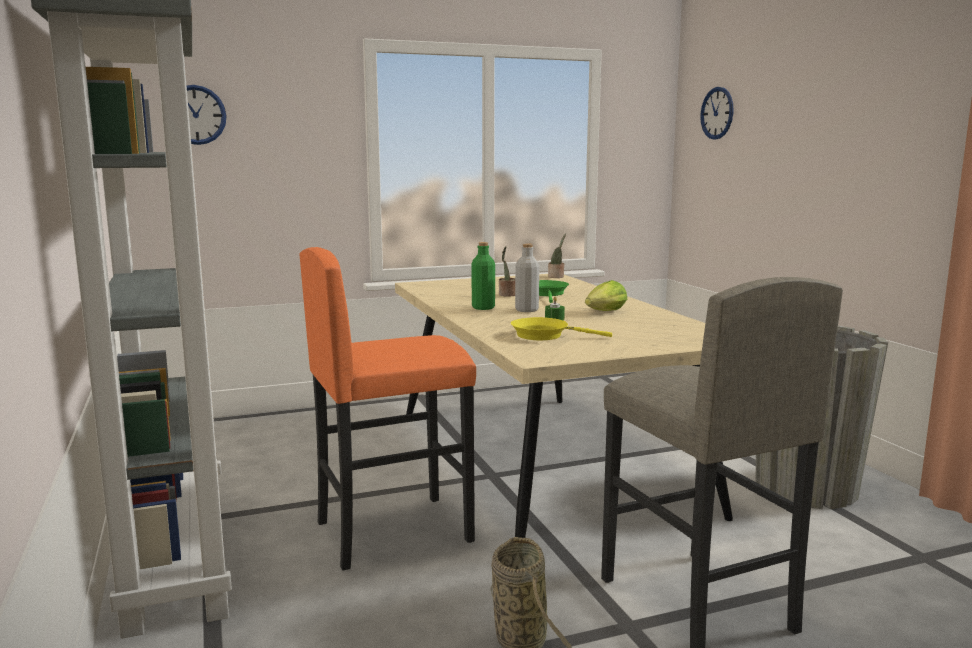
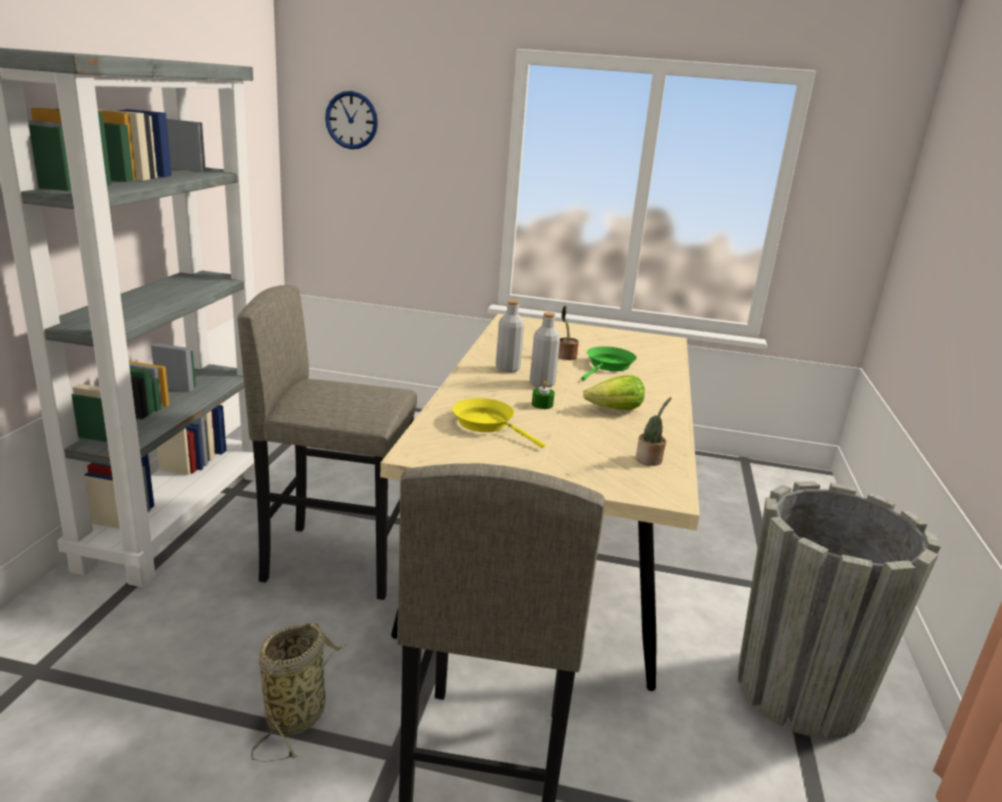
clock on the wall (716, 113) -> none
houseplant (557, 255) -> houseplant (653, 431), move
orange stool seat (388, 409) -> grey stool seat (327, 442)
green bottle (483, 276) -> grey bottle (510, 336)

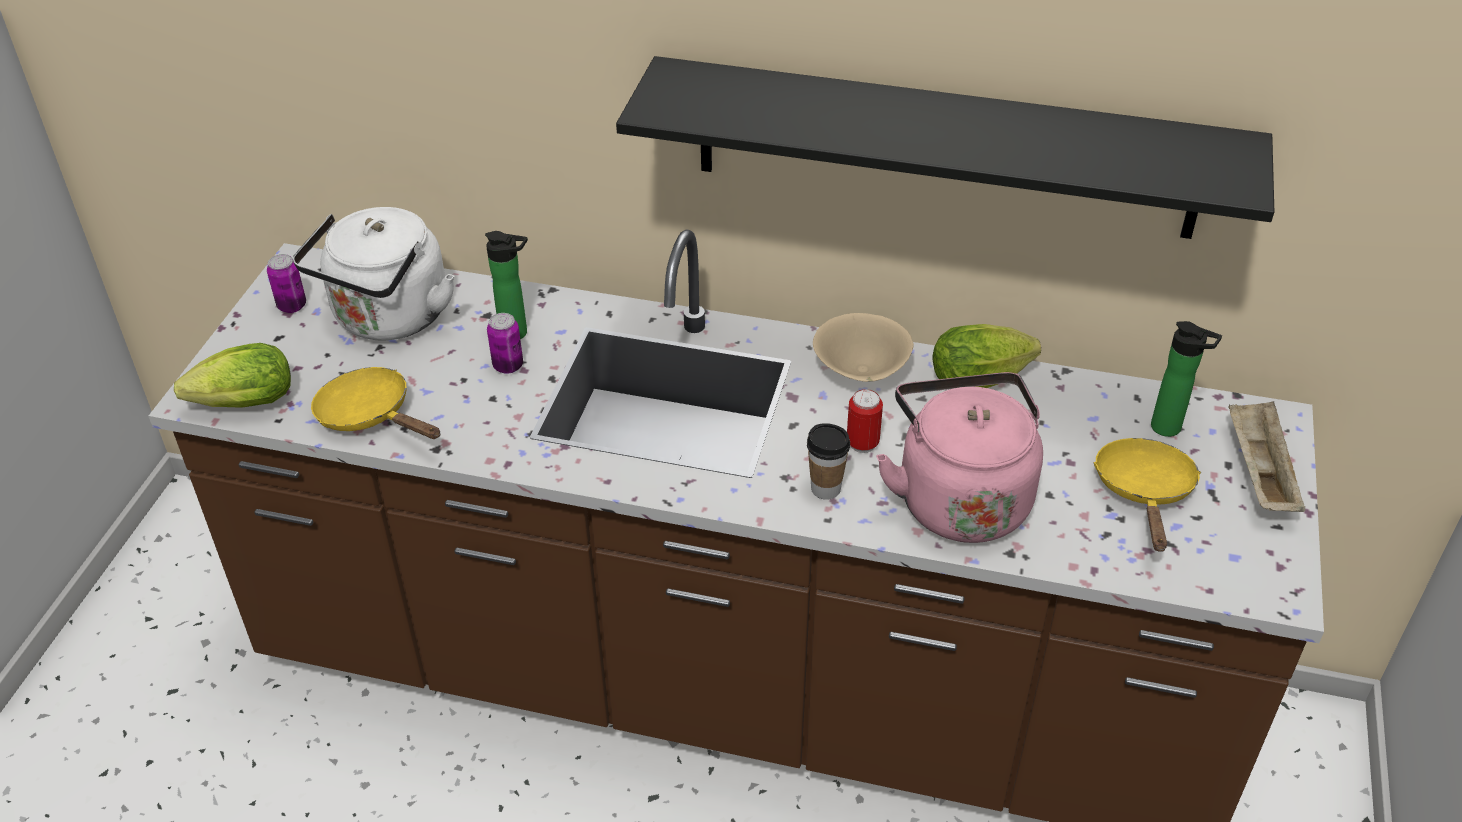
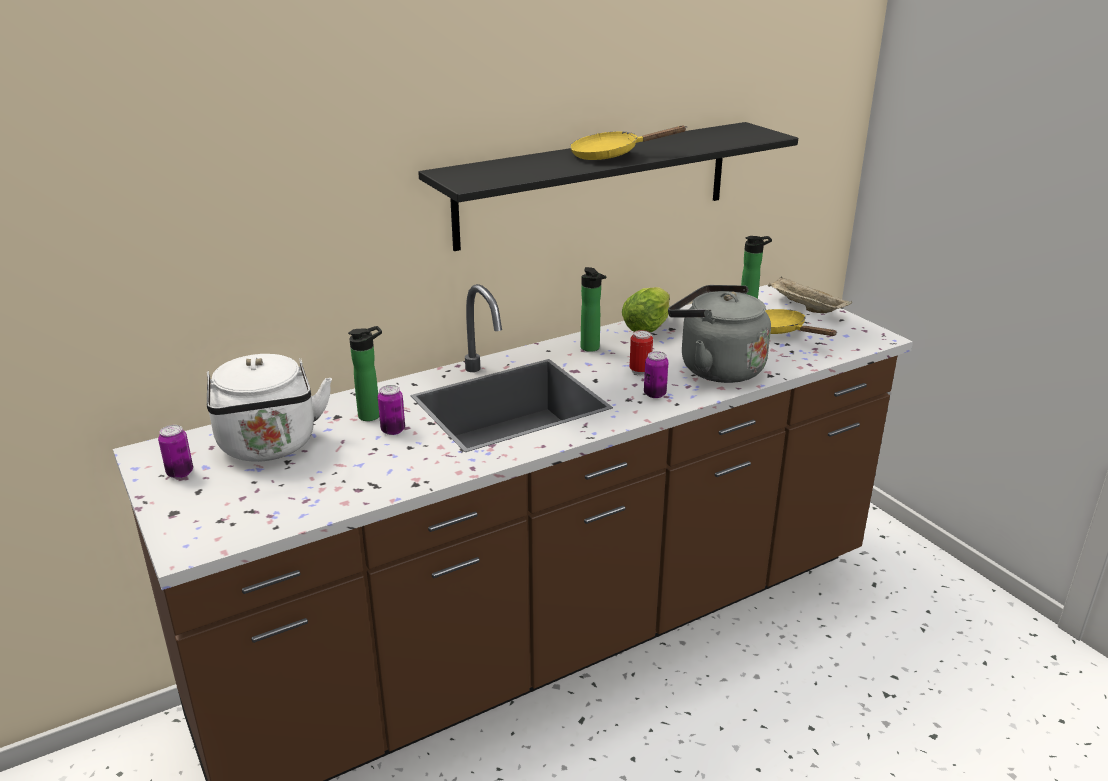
lettuce head (232, 375) -> none
yellow-coloured frying pan (376, 403) -> yellow-coloured frying pan (628, 143), move
small cup (828, 461) -> can (656, 374)
beige-coloured bowl (863, 347) -> bottle (593, 309)
pink water kettle (959, 457) -> grey water kettle (719, 334)

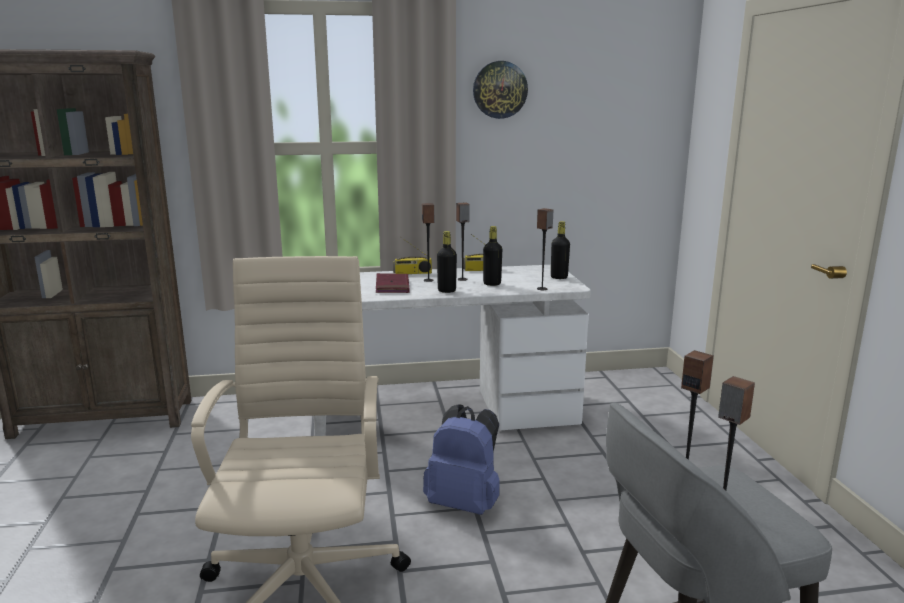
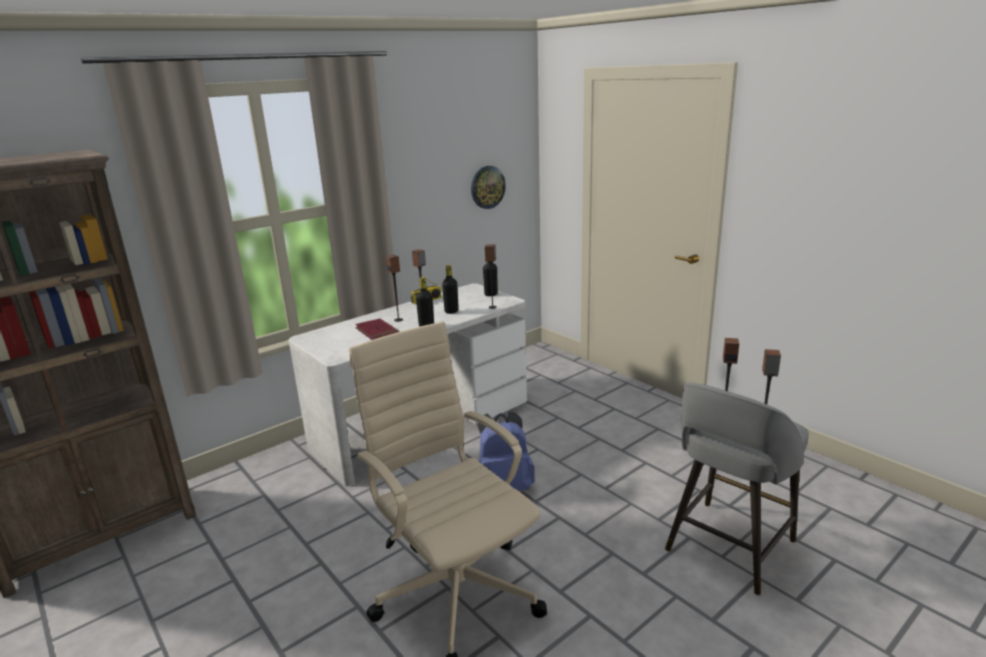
radio set (412, 255) -> none
clock on the wall (500, 90) -> clock on the wall (488, 187), move

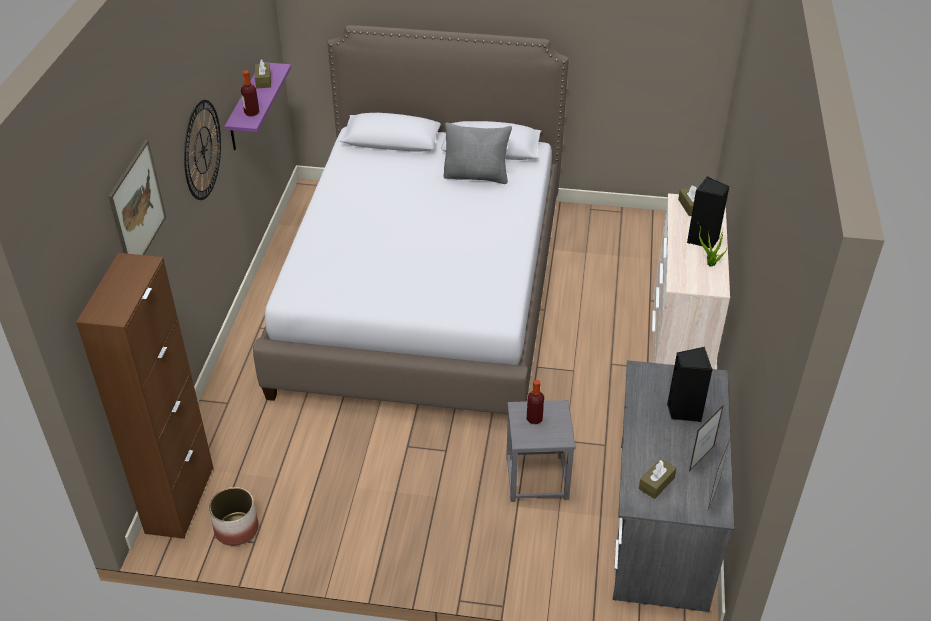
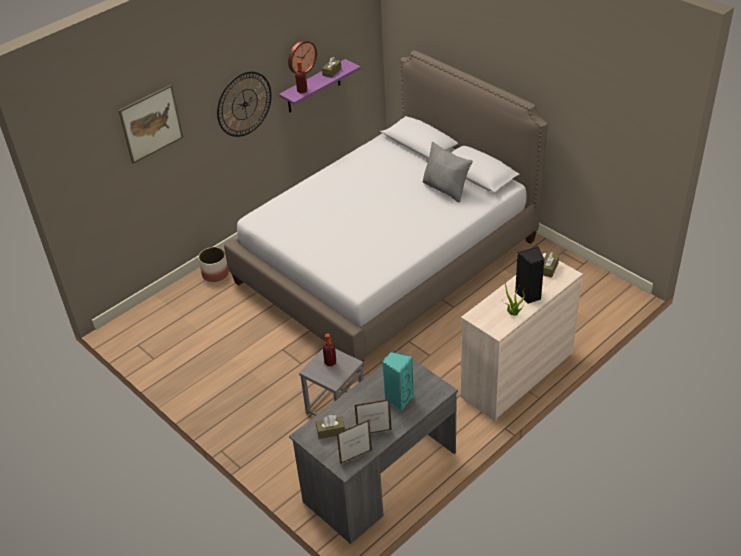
brown-coloured cupboard (144, 396) -> none
none -> clock on the wall (302, 57)
flower pot (233, 516) -> flower pot (213, 264), move
black-coloured speaker (689, 384) -> turquoise-coloured speaker (398, 382)

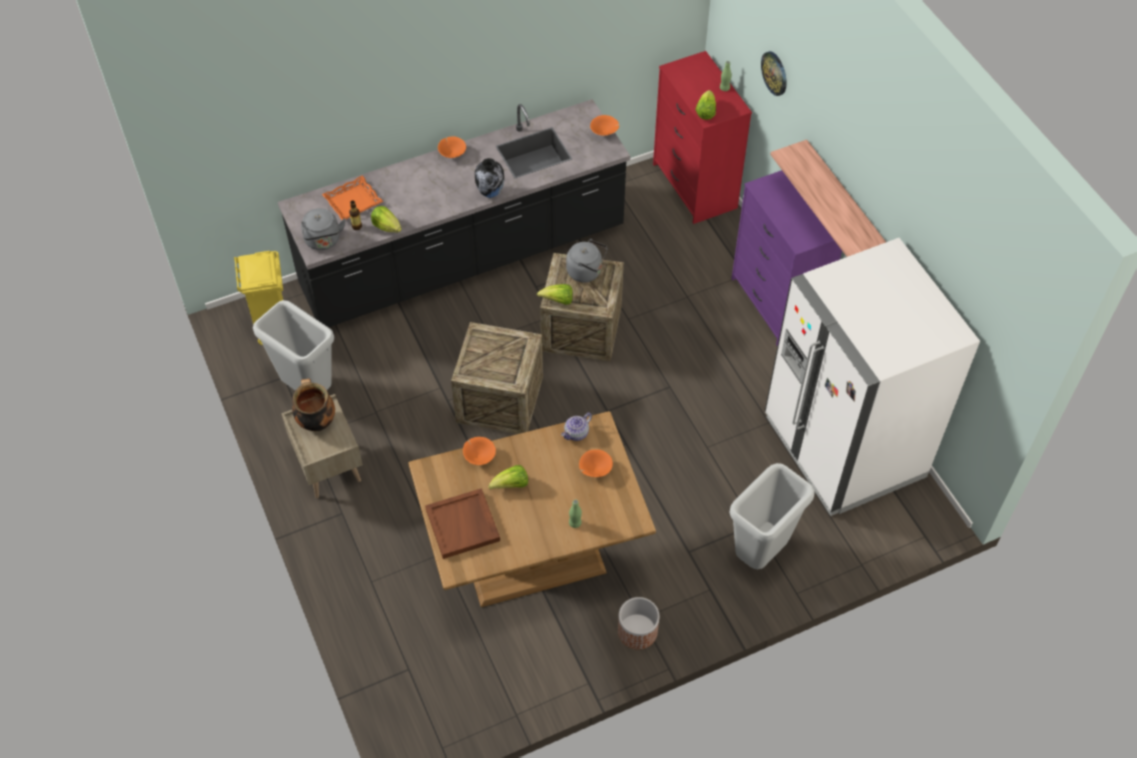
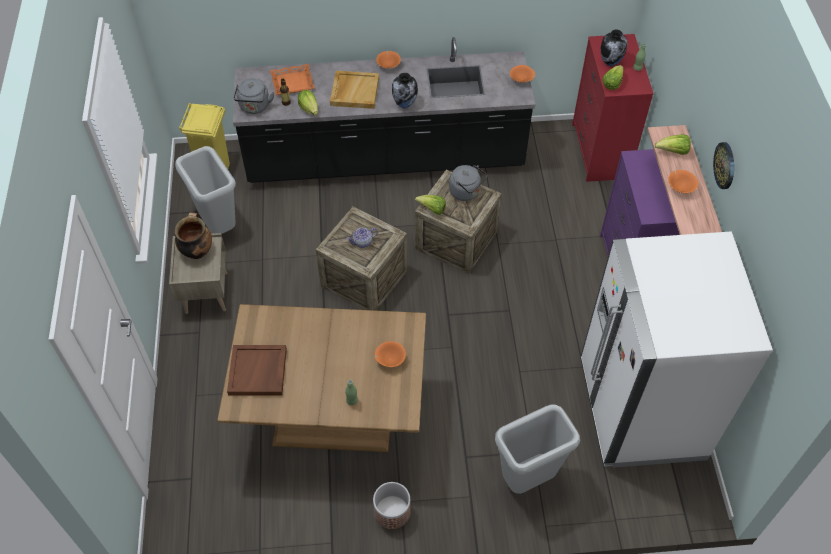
none -> beige-coloured serving tray (354, 90)
none -> vase (614, 48)
orange bowl (479, 451) -> orange bowl (683, 181), move
lettuce head (508, 477) -> lettuce head (673, 144), move
pot for tea (576, 427) -> pot for tea (362, 238), move
clock on the wall (774, 73) -> clock on the wall (723, 165), move

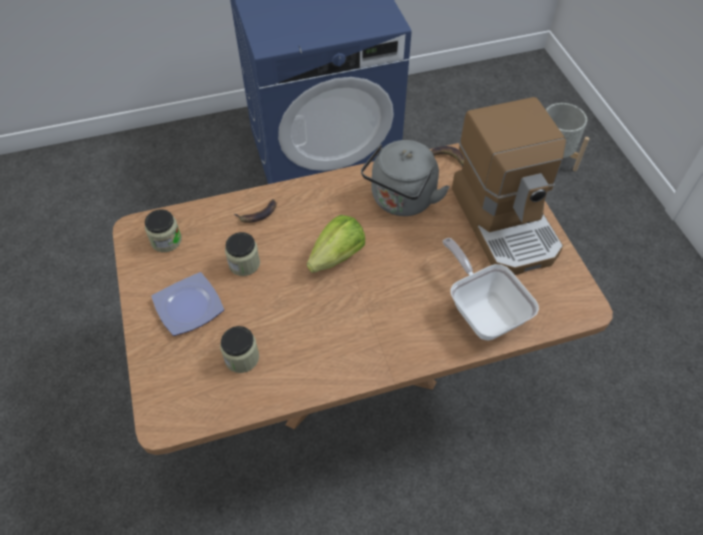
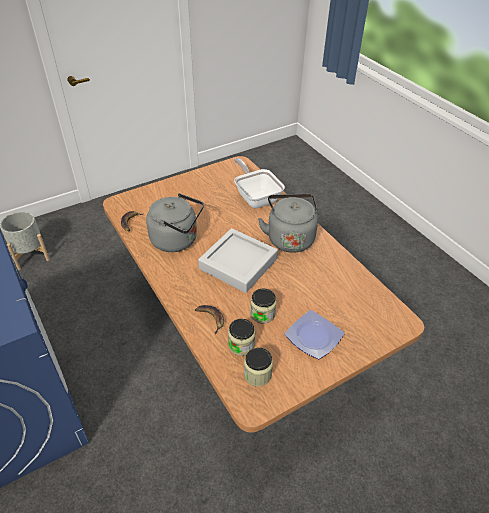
coffee machine (509, 186) -> none
none -> grey water kettle (288, 223)
storage jar (239, 349) -> storage jar (241, 337), move
lettuce head (336, 244) -> grey serving tray (238, 260)
frying pan (491, 289) -> frying pan (259, 183), 105 degrees clockwise

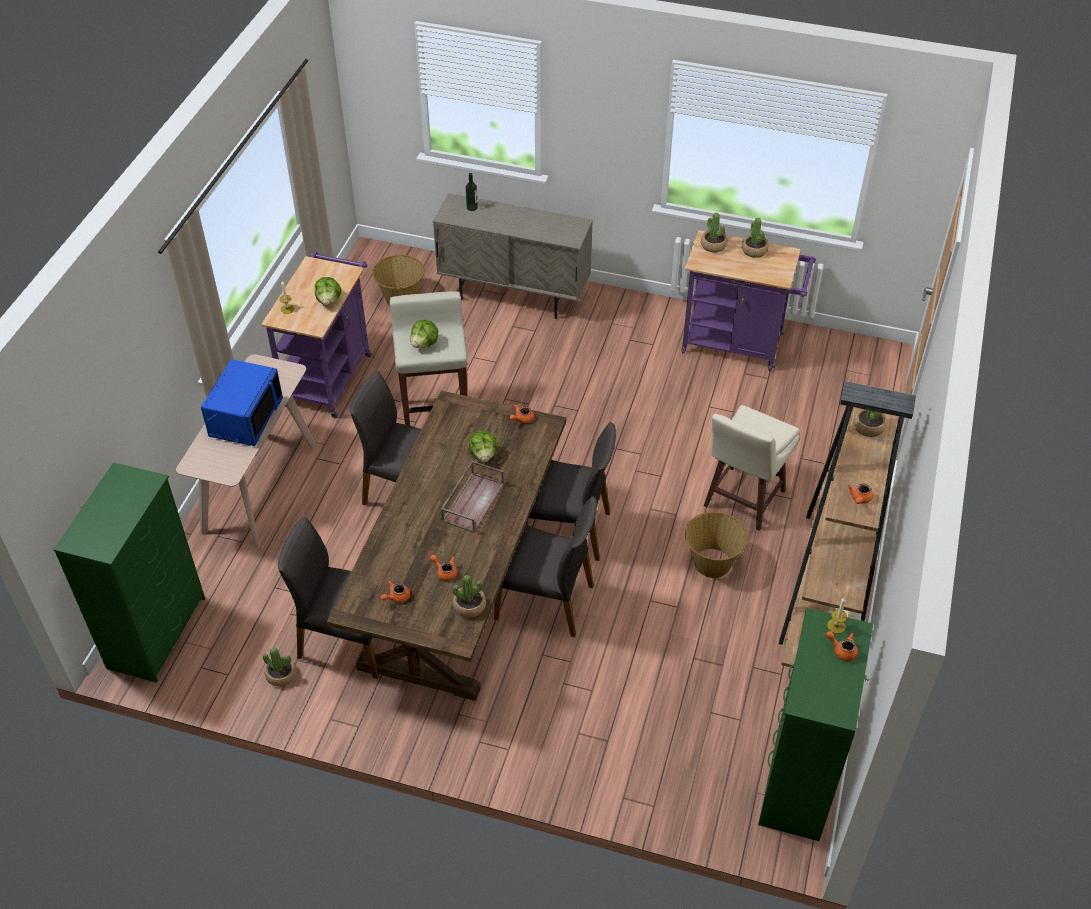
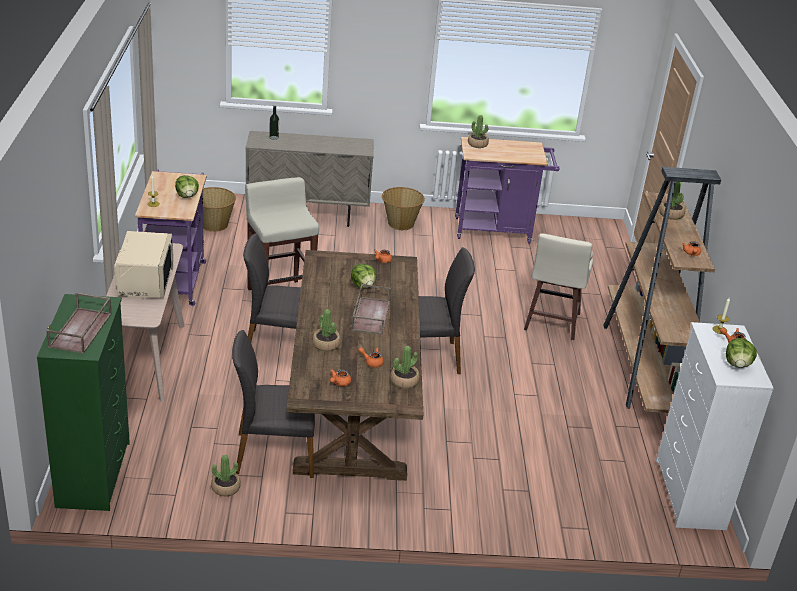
grey upright chair (545, 566) -> none
none -> brown-coloured serving tray (79, 323)
lettuce head (425, 334) -> lettuce head (741, 353), move
basket (716, 545) -> basket (403, 208), move
houseplant (755, 237) -> houseplant (326, 330), move
bluish microwave (242, 402) -> beige-coloured microwave (143, 264)
green drawer chest (815, 724) -> whitish drawer chest (715, 426)

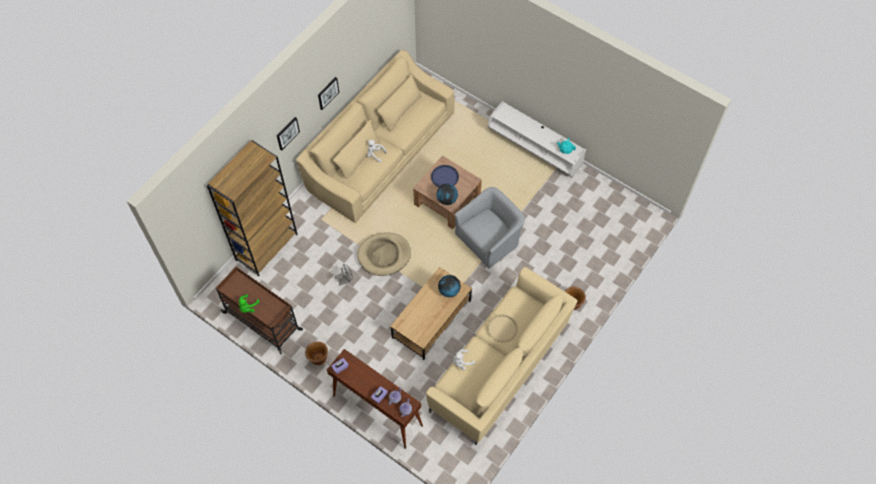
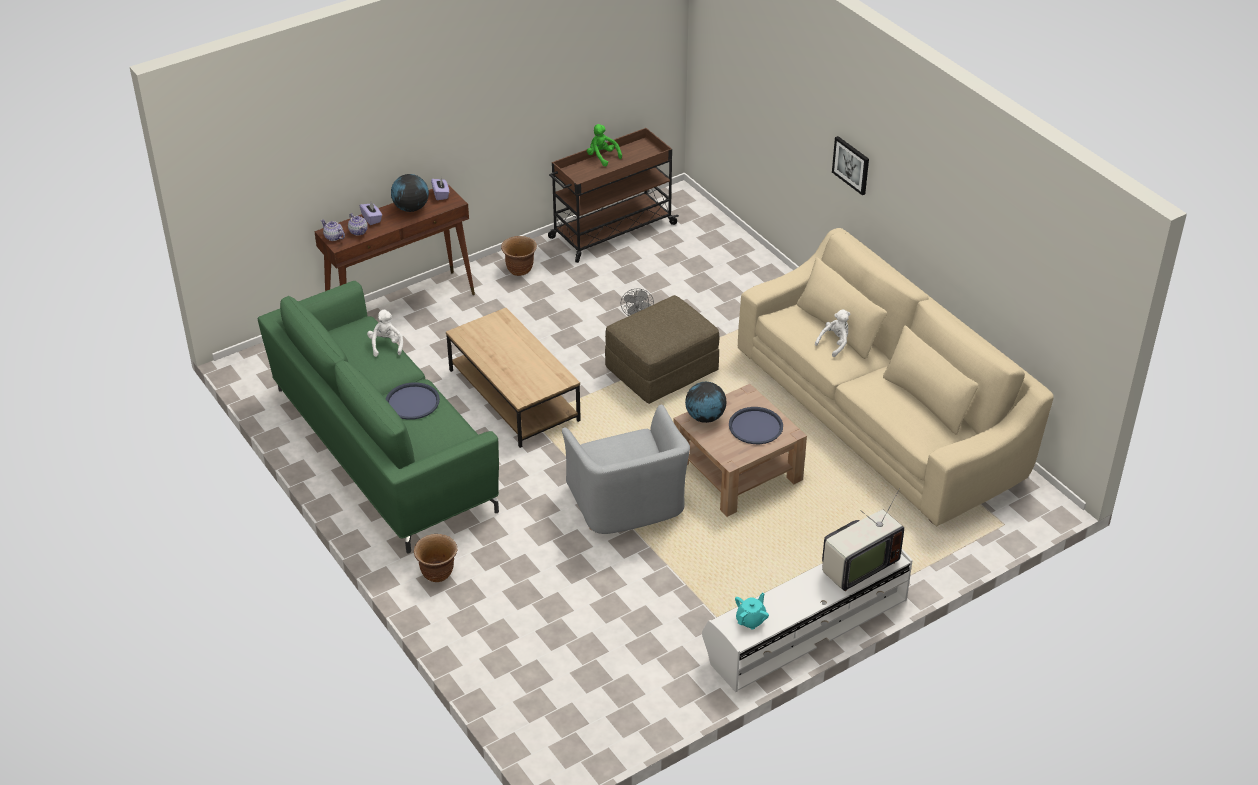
brown-coloured bookshelf (252, 208) -> none
wall picture (328, 93) -> none
none -> TV set (863, 539)
globe (449, 286) -> globe (410, 193), move
beige-coloured dog cushion (384, 254) -> brown-coloured footrest (662, 349)
beige-coloured couch (502, 356) -> green couch (378, 417)
beige-coloured serving tray (502, 328) -> bluish serving tray (413, 401)

